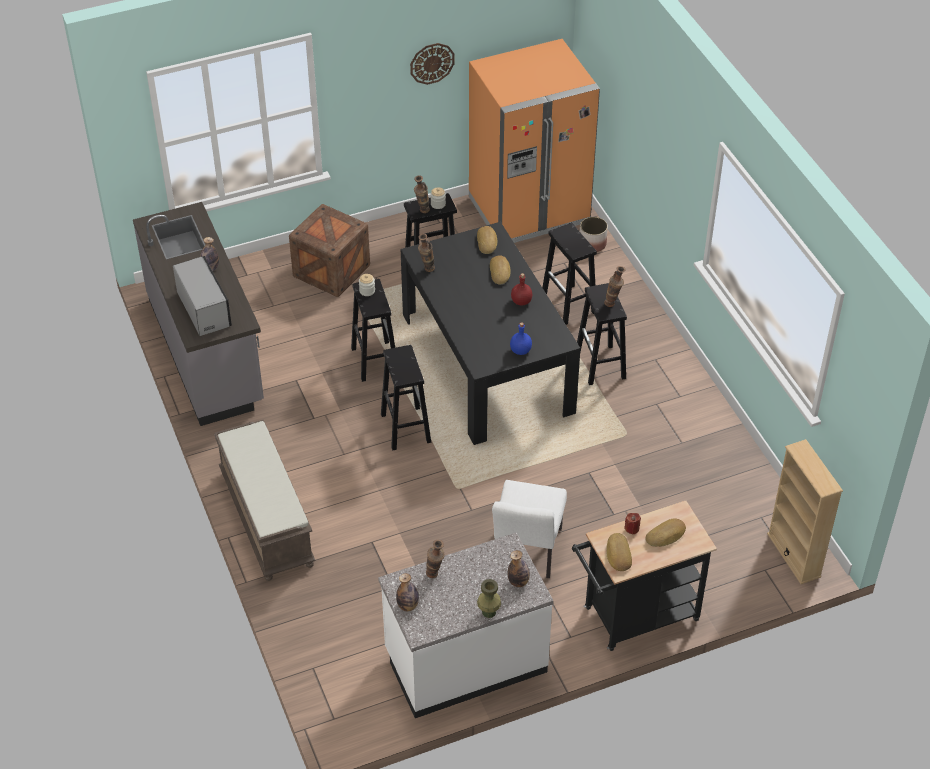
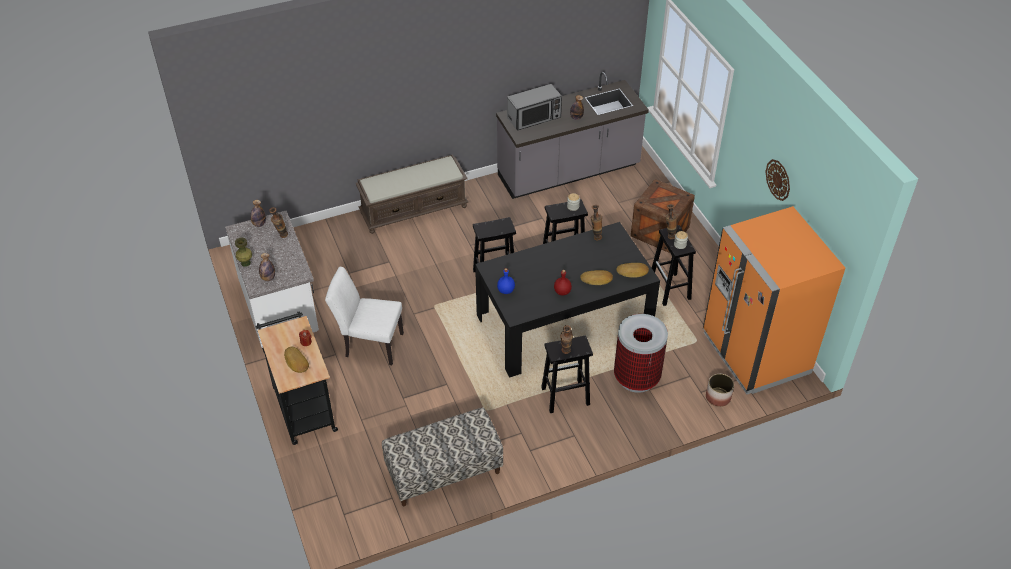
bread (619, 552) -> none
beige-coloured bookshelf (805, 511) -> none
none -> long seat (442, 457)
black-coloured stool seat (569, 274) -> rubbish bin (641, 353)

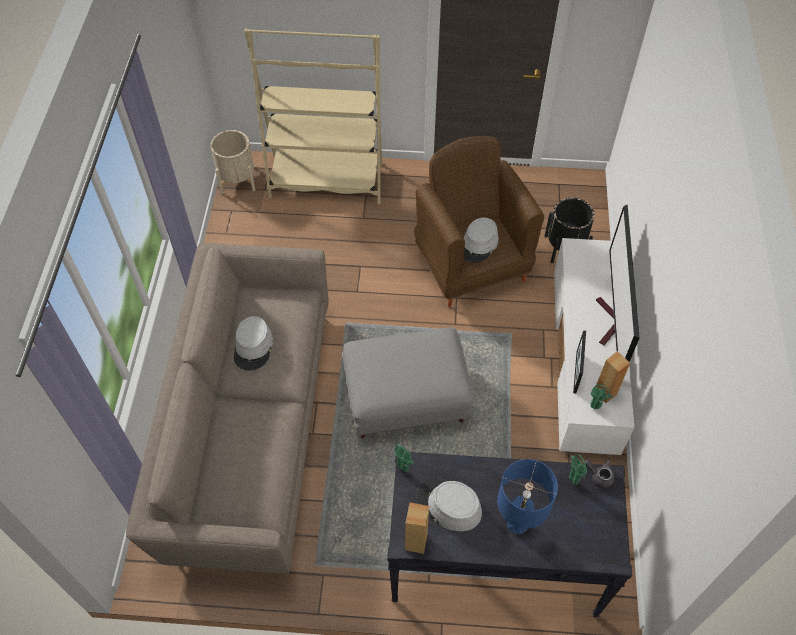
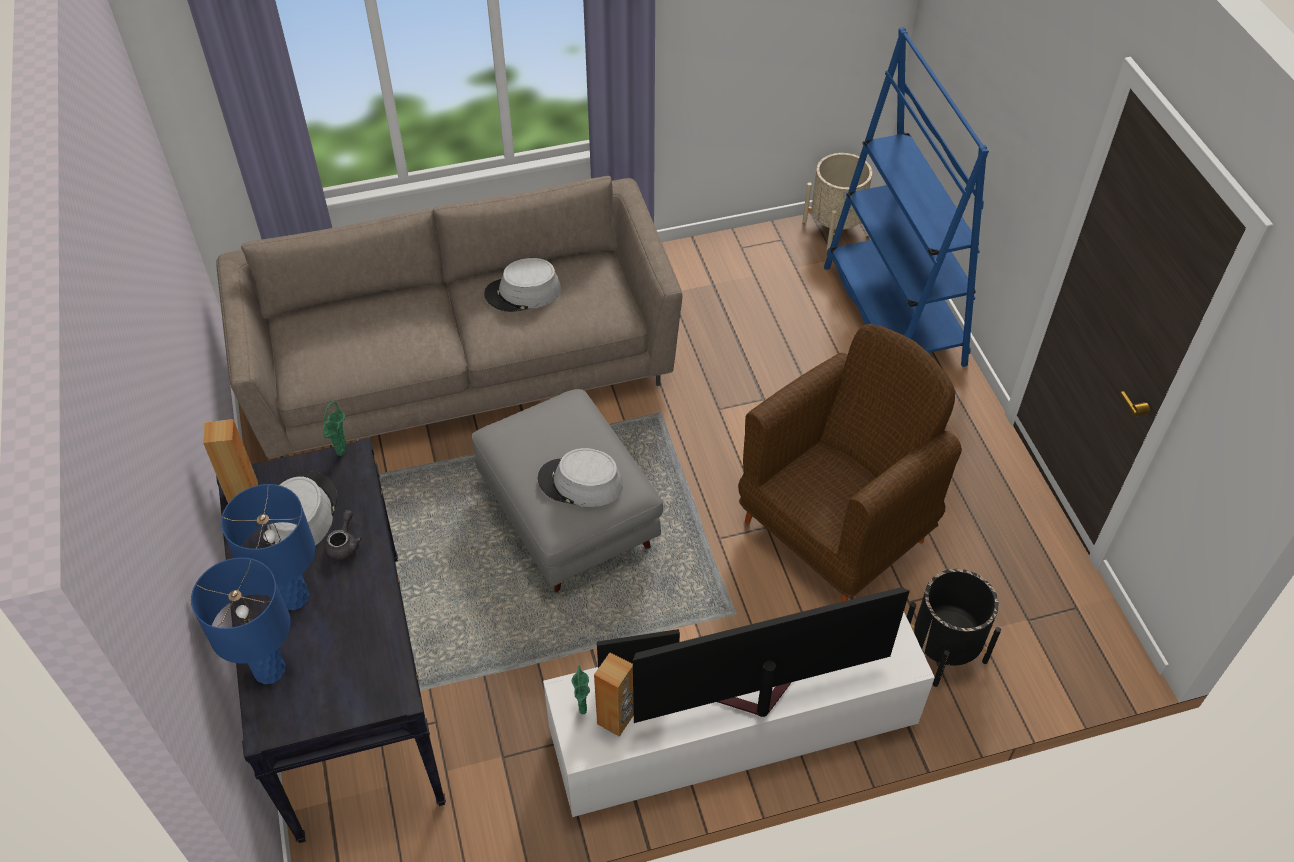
green vase (578, 470) -> none
none -> bluish tabletop lamp (241, 621)
grey clothing hat (481, 240) -> grey clothing hat (580, 477), move
grey pot for tea (600, 473) -> grey pot for tea (343, 535), move
beige-coloured bookshelf (313, 116) -> bluish bookshelf (906, 197)

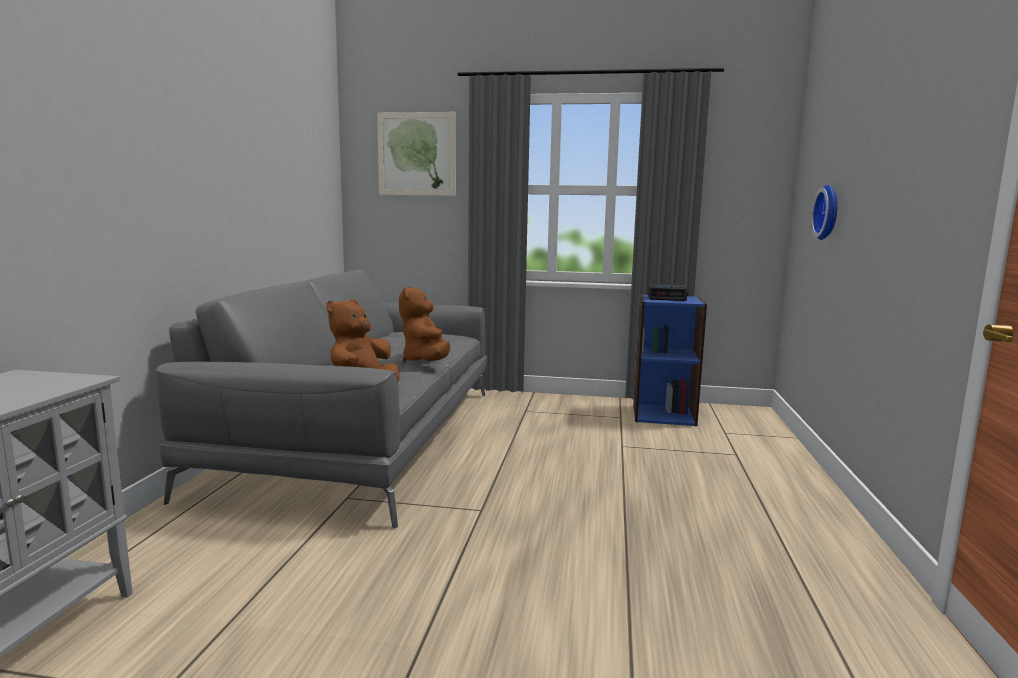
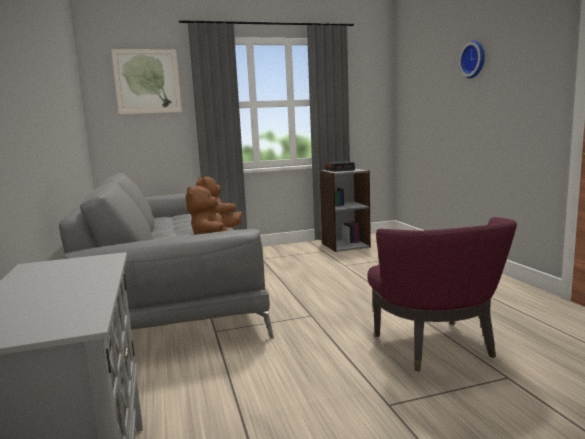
none -> purplish easy chair (442, 294)
clock on the wall (824, 212) -> clock on the wall (472, 59), move
bluish bookshelf (670, 360) -> grey bookshelf (345, 210)

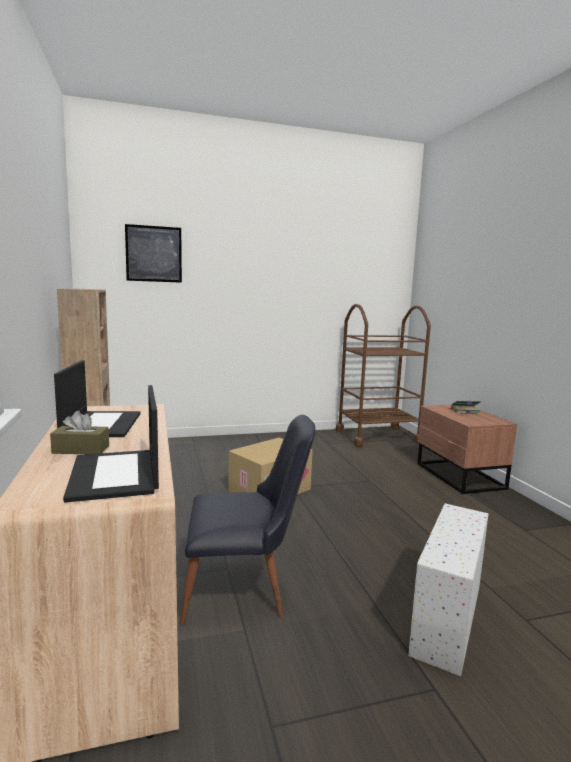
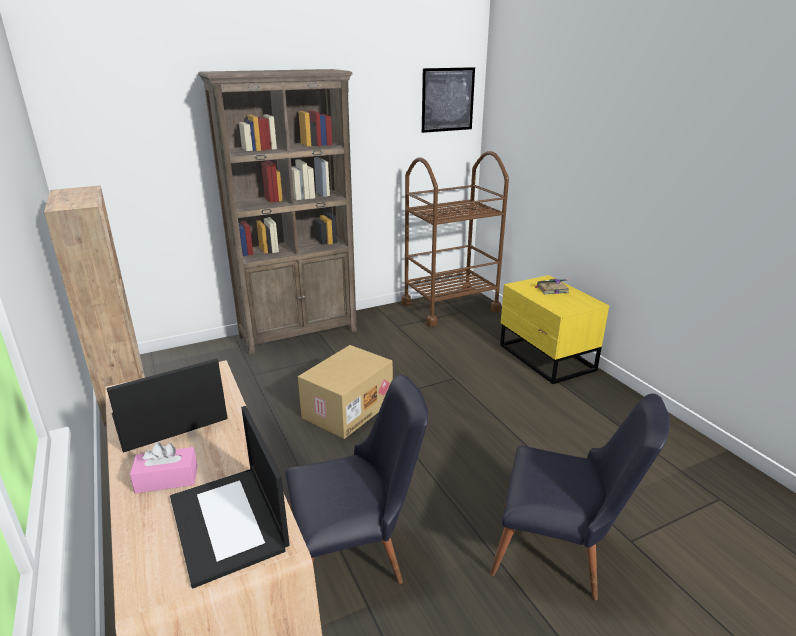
none -> brown-coloured bookshelf (277, 212)
wall picture (153, 253) -> wall picture (448, 100), move
whitish storage box (448, 589) -> black-coloured upright chair (580, 496)
brown-coloured box of tissues (79, 432) -> pink box of tissues (164, 467)
brown-coloured night table (467, 449) -> yellow-coloured night table (554, 329)
laptop (97, 398) -> laptop (167, 405), 105 degrees counterclockwise

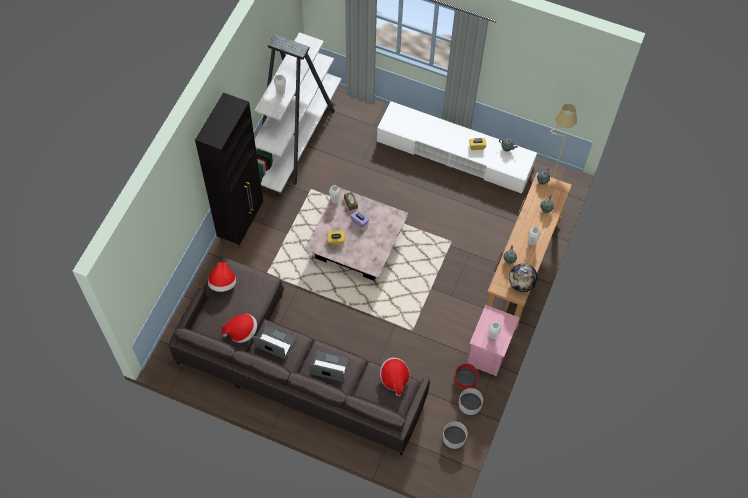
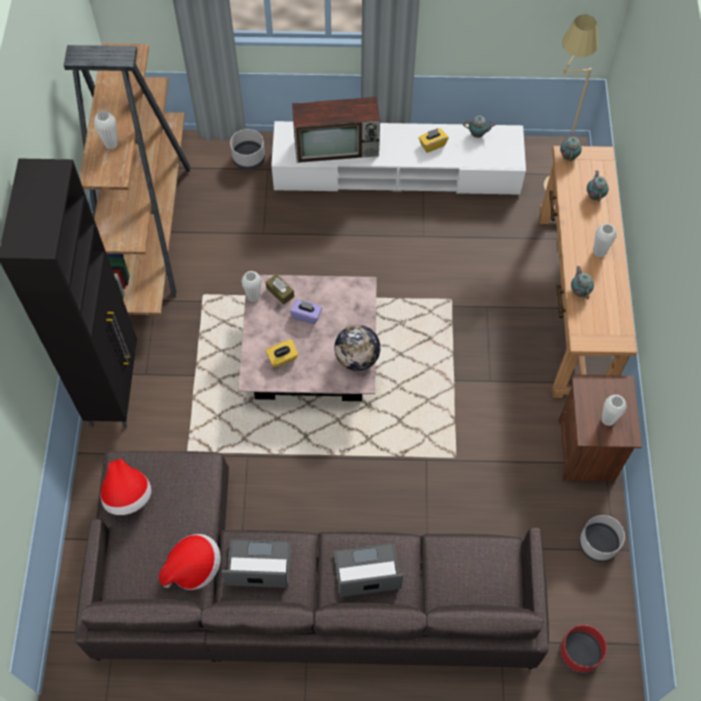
clothing hat (394, 377) -> none
none -> TV set (336, 130)
grey flower pot (454, 436) -> grey flower pot (247, 149), move
red flower pot (466, 377) -> red flower pot (583, 649), move
globe (523, 277) -> globe (357, 348), move
whitish bookshelf (298, 112) -> brown-coloured bookshelf (127, 179)
pink night table (493, 340) -> brown-coloured night table (600, 428)

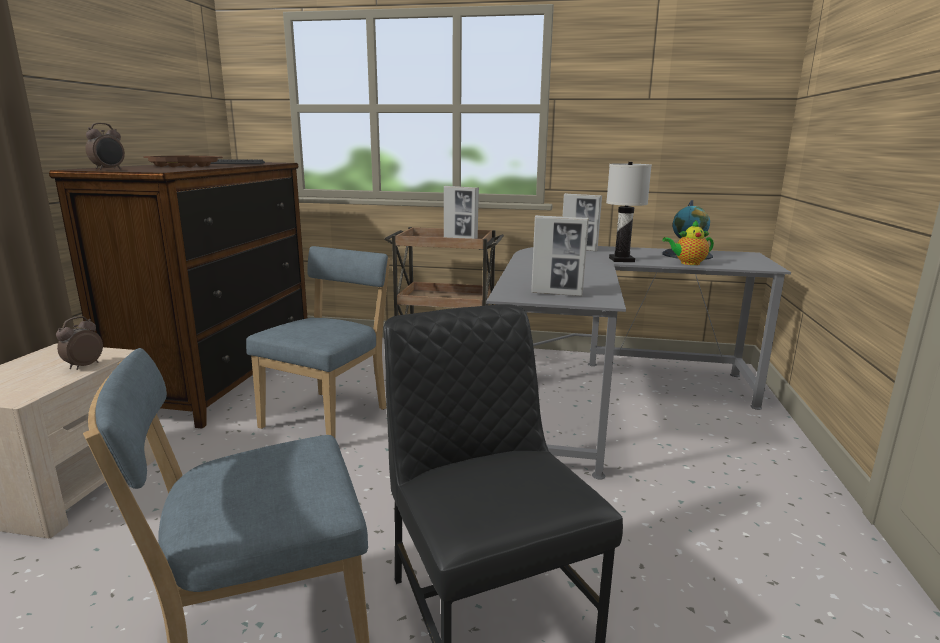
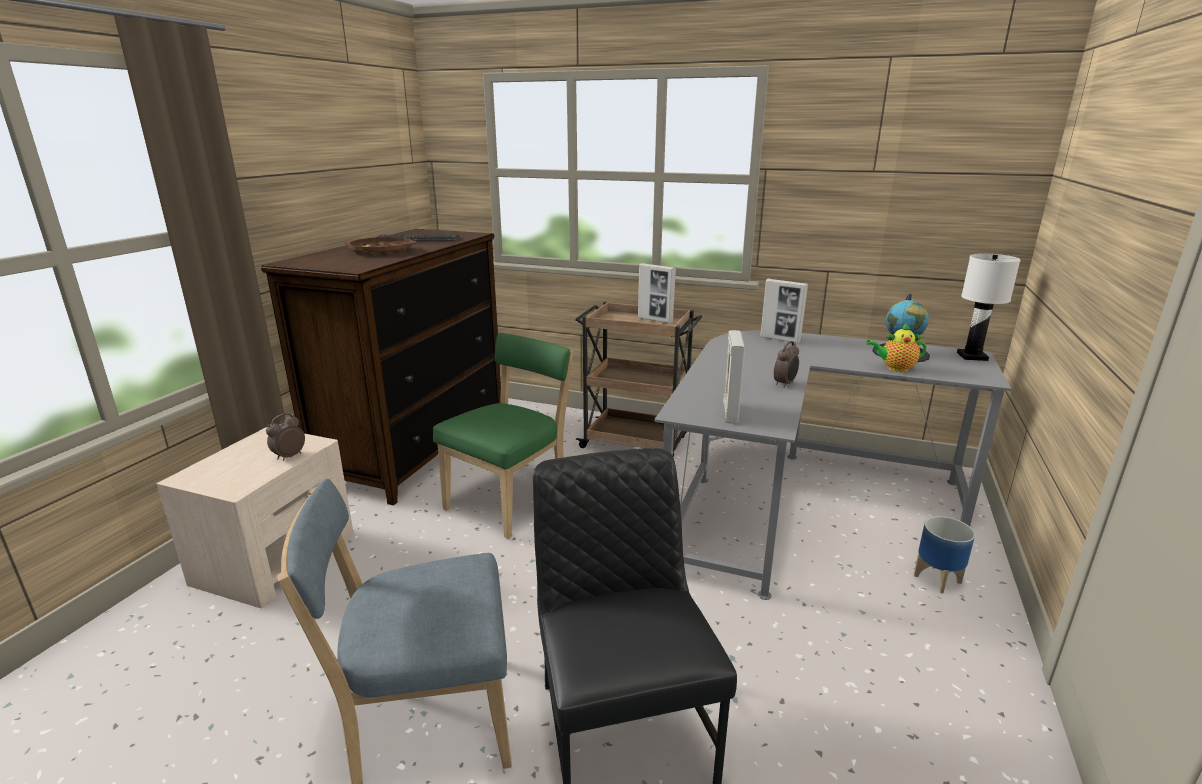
none -> flower pot (944, 554)
alarm clock (105, 146) -> alarm clock (786, 364), move
whitish tabletop lamp (629, 212) -> whitish tabletop lamp (988, 307), move
bluish upright chair (318, 342) -> green upright chair (503, 436)
photo frame (560, 255) -> photo frame (734, 377), 105 degrees counterclockwise

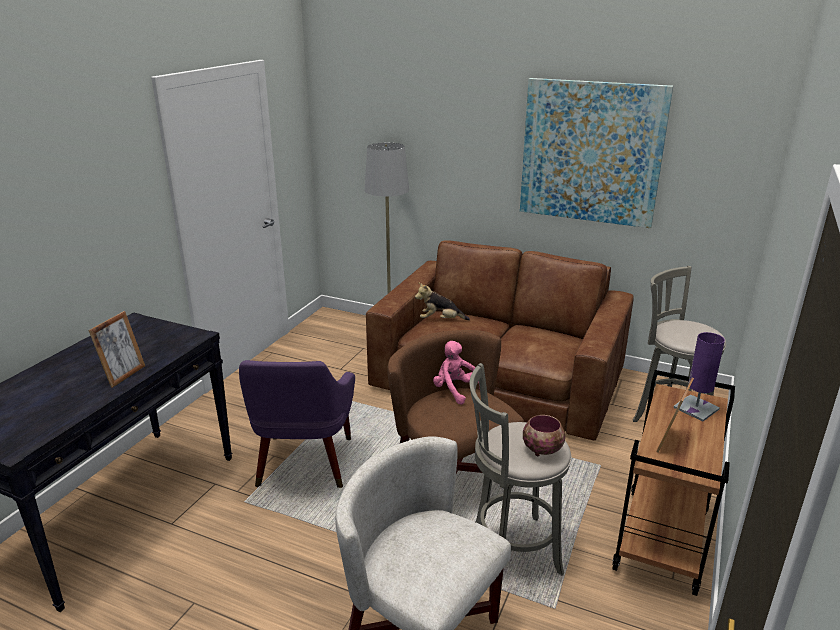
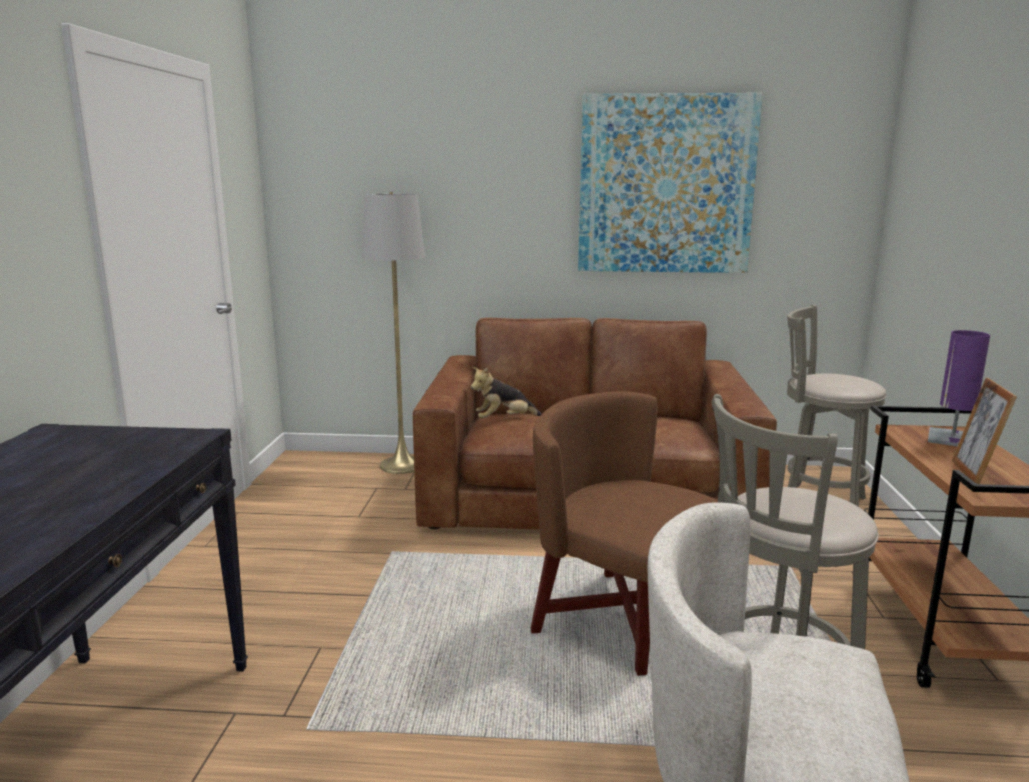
photo frame (116, 349) -> none
purplish easy chair (297, 424) -> none
pink soft toy (456, 373) -> none
bowl (544, 435) -> none

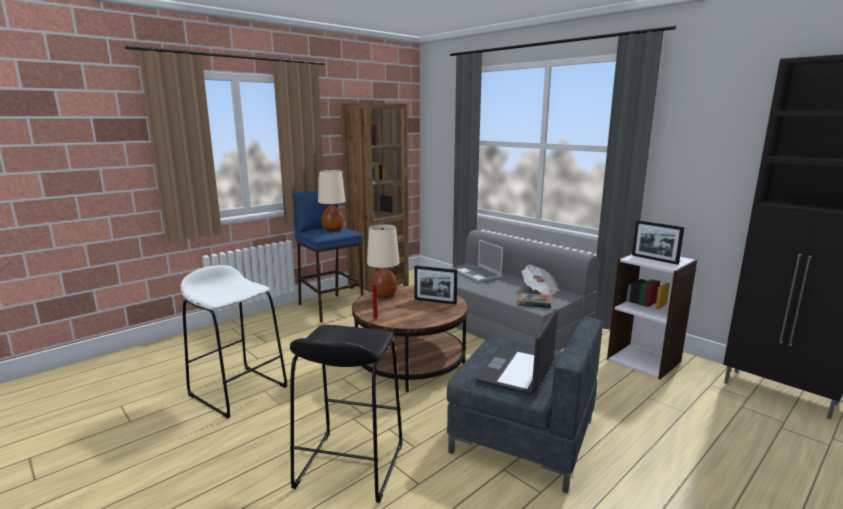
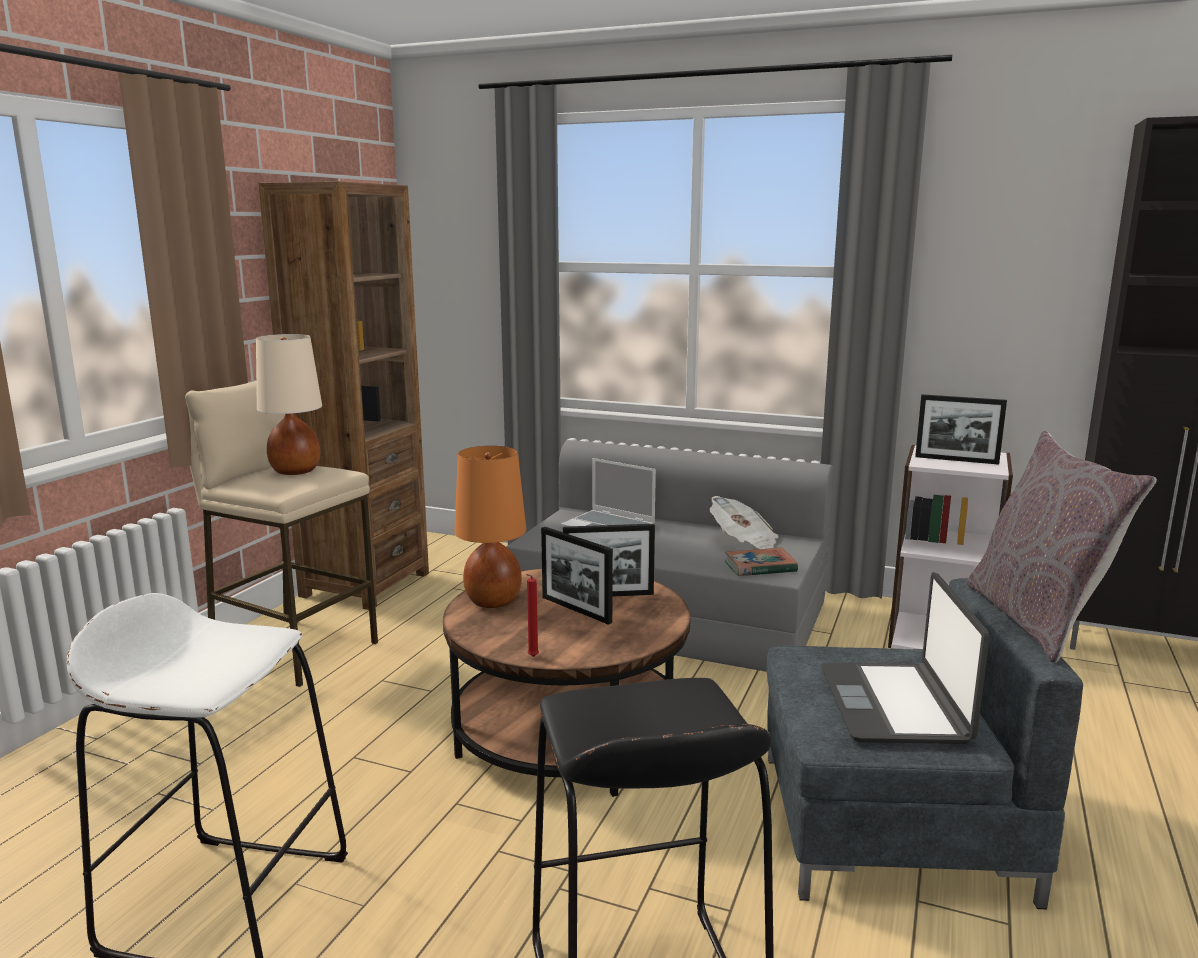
none -> photo frame (577, 576)
none -> grey throw pillow (1061, 547)
bluish stool seat (327, 256) -> beige-coloured stool seat (281, 534)
beige-coloured tabletop lamp (383, 261) -> orange tabletop lamp (490, 527)

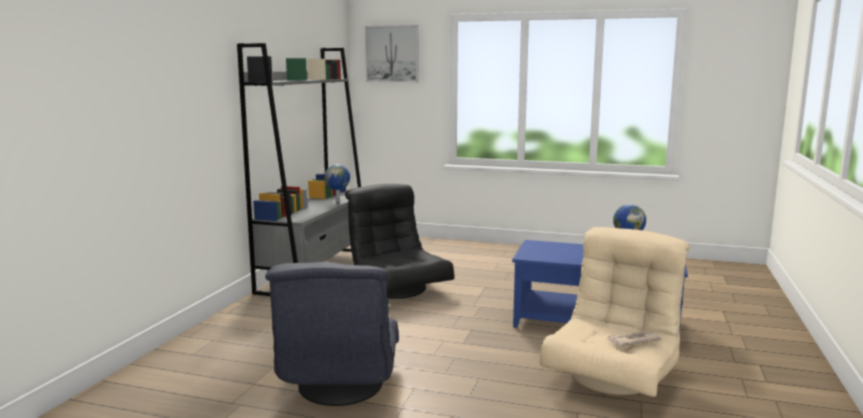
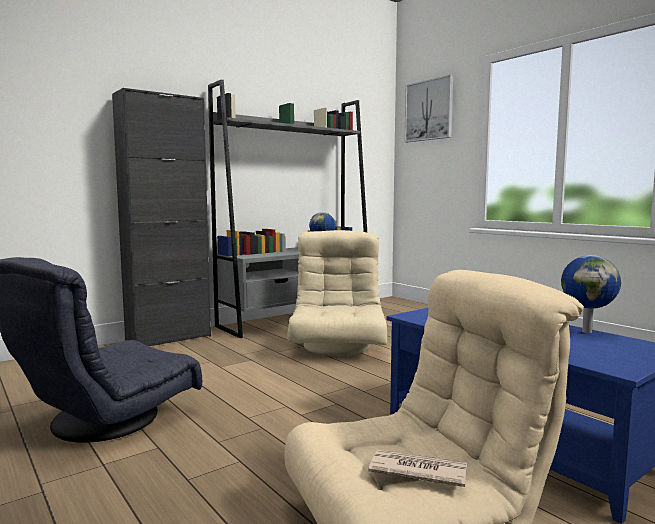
none -> black-coloured cupboard (161, 217)
black-coloured easy chair (399, 241) -> beige-coloured easy chair (337, 293)

